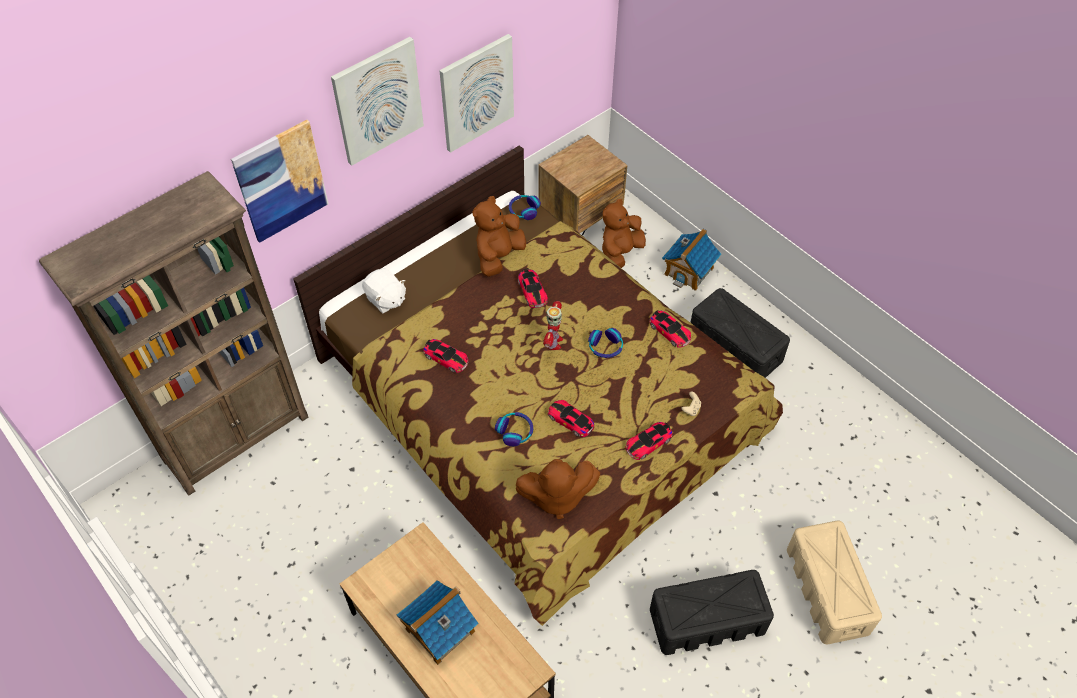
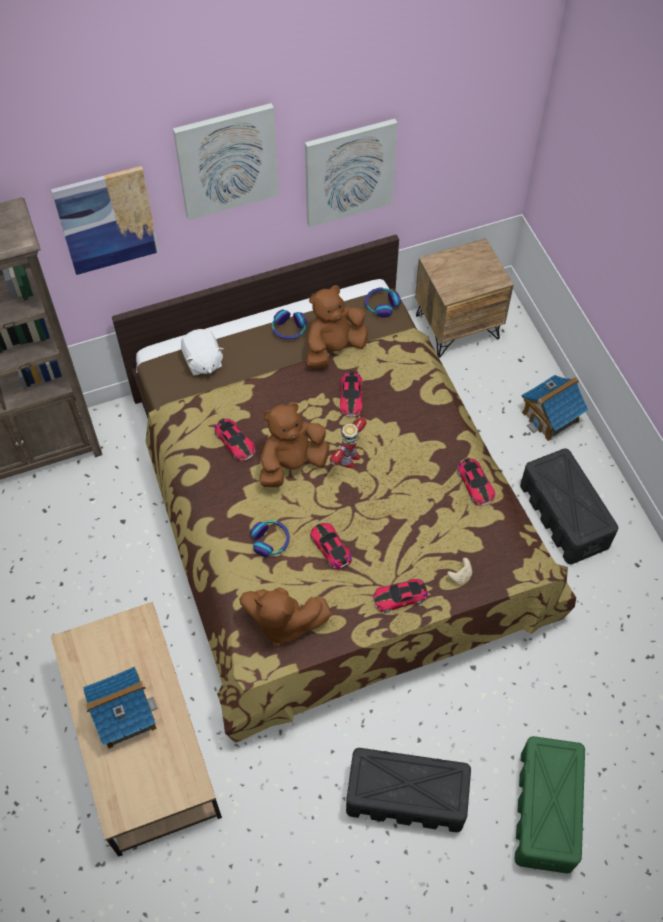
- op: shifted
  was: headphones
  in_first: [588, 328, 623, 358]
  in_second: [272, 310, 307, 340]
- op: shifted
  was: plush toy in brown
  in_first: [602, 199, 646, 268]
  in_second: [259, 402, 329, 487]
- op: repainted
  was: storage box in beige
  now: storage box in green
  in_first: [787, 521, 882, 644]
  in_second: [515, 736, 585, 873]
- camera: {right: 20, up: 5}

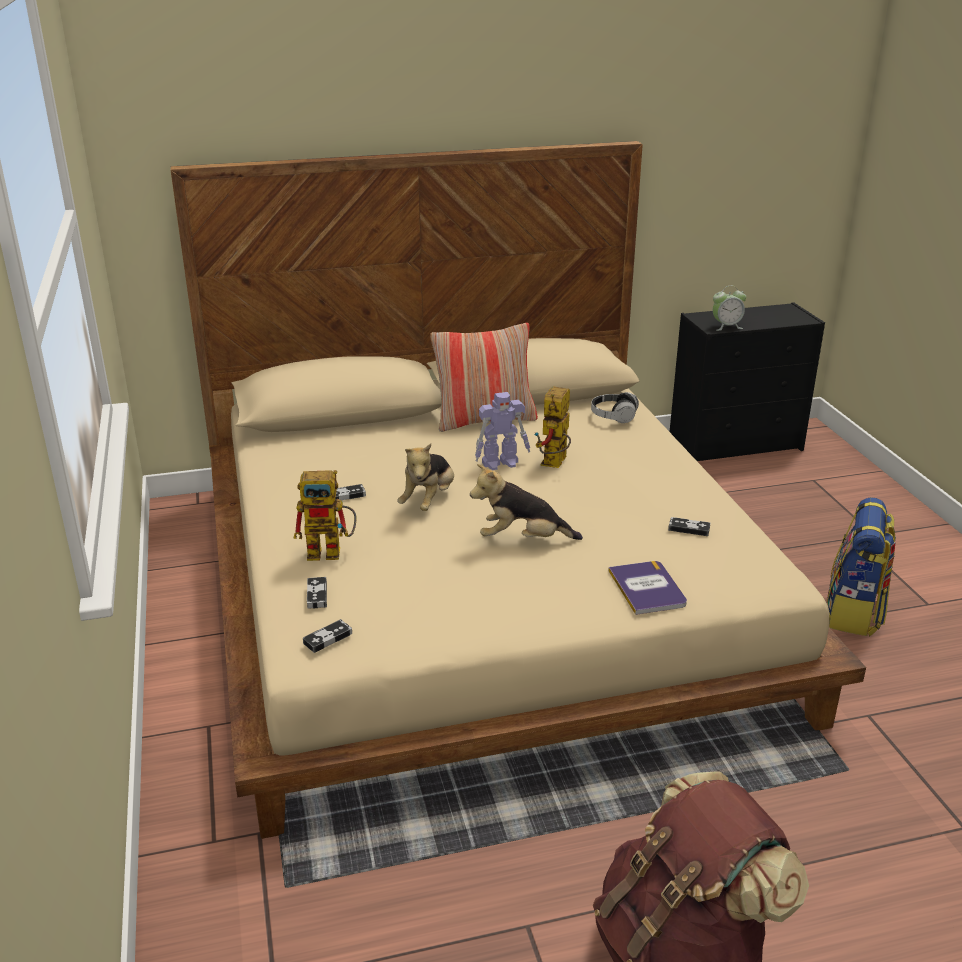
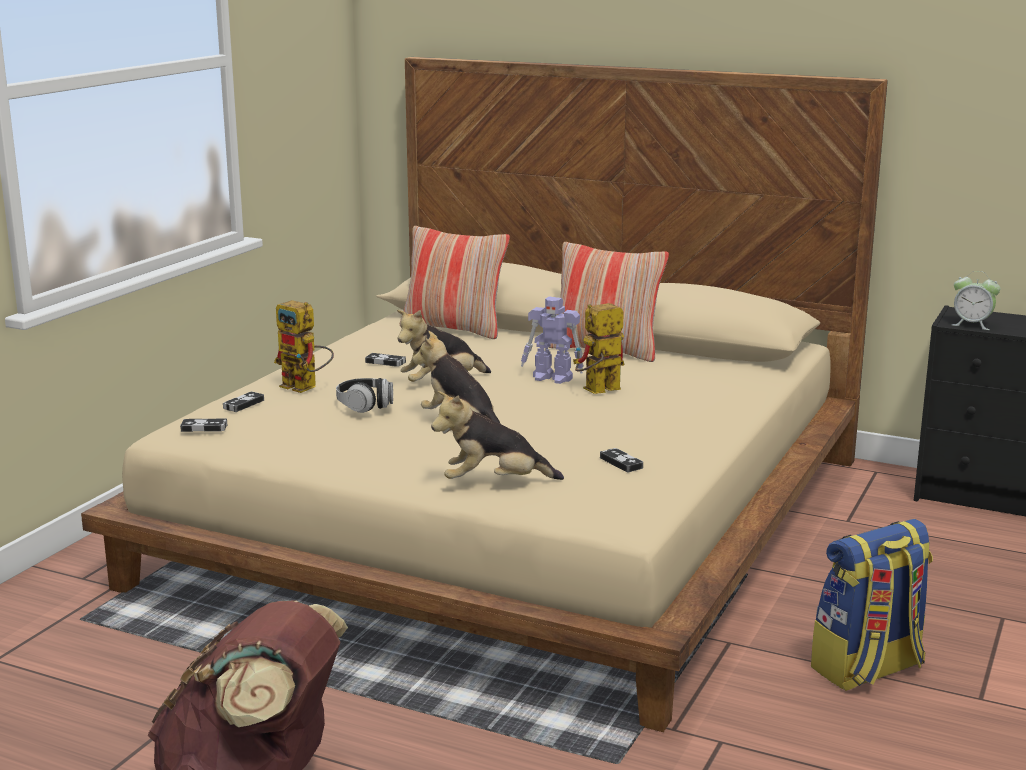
- op: new
  now: pillow
  in_second: [400, 226, 510, 339]
- op: shifted
  was: headphones
  in_first: [591, 392, 639, 423]
  in_second: [336, 378, 393, 413]
- op: swapped
  was: book
  now: plush toy
  in_first: [608, 561, 687, 615]
  in_second: [431, 391, 564, 480]
- camera: {right: 40, up: -10}

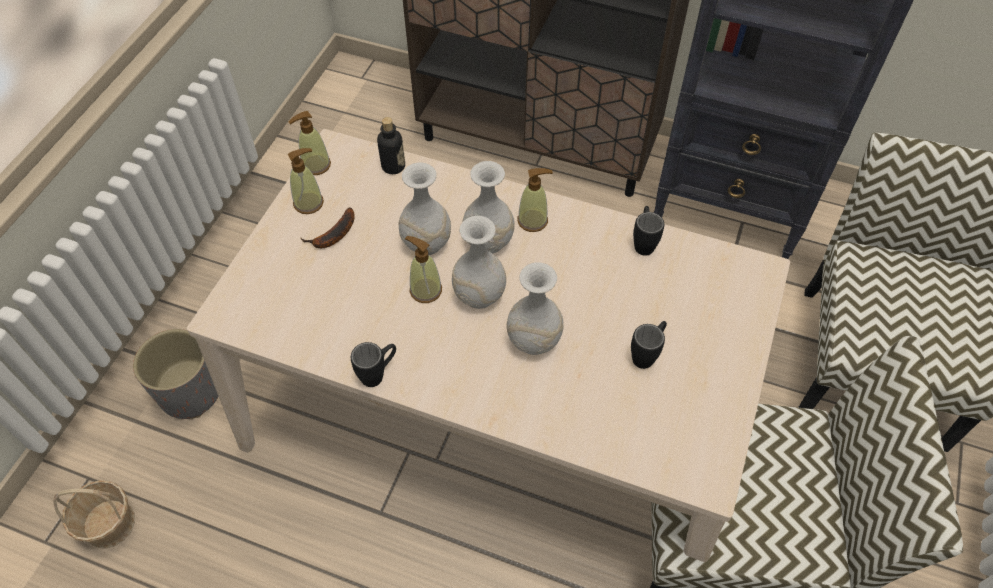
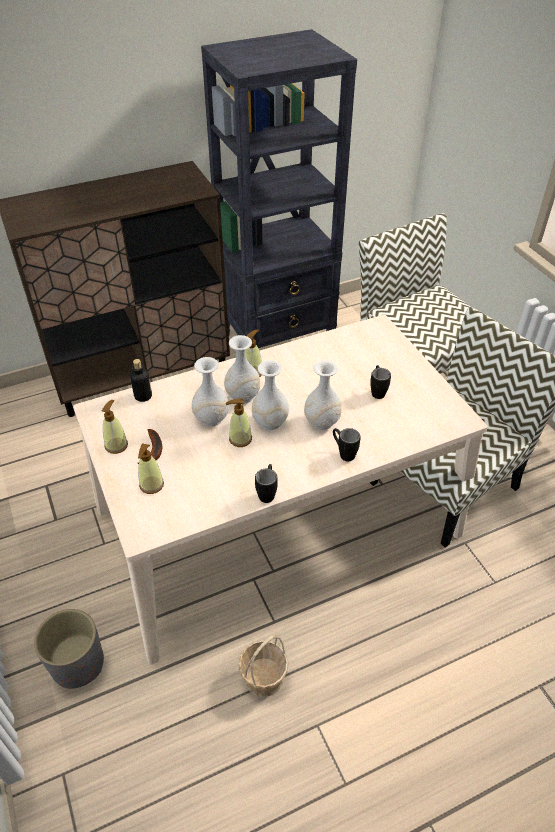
- op: shifted
  was: basket
  in_first: [53, 480, 135, 549]
  in_second: [238, 634, 289, 697]
- op: shifted
  was: soap dispenser
  in_first: [289, 111, 331, 175]
  in_second: [138, 444, 164, 494]
- op: shifted
  was: mug in black
  in_first: [633, 206, 664, 256]
  in_second: [333, 428, 360, 461]
- camera: {right: -45, up: -10}

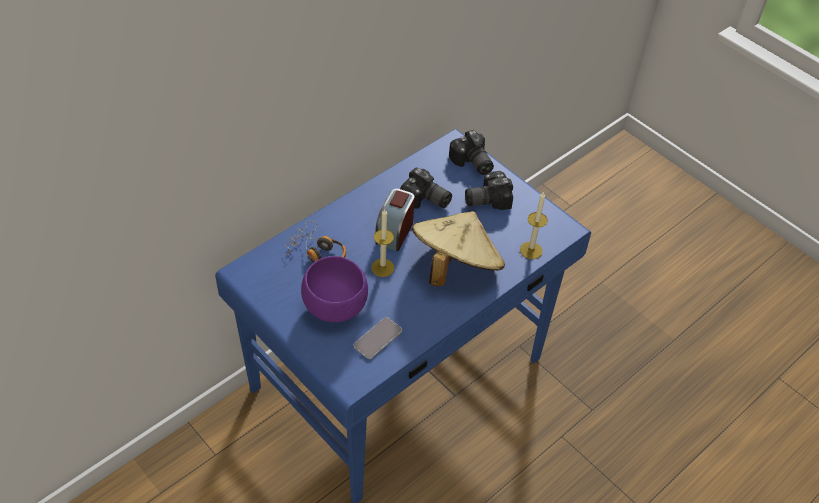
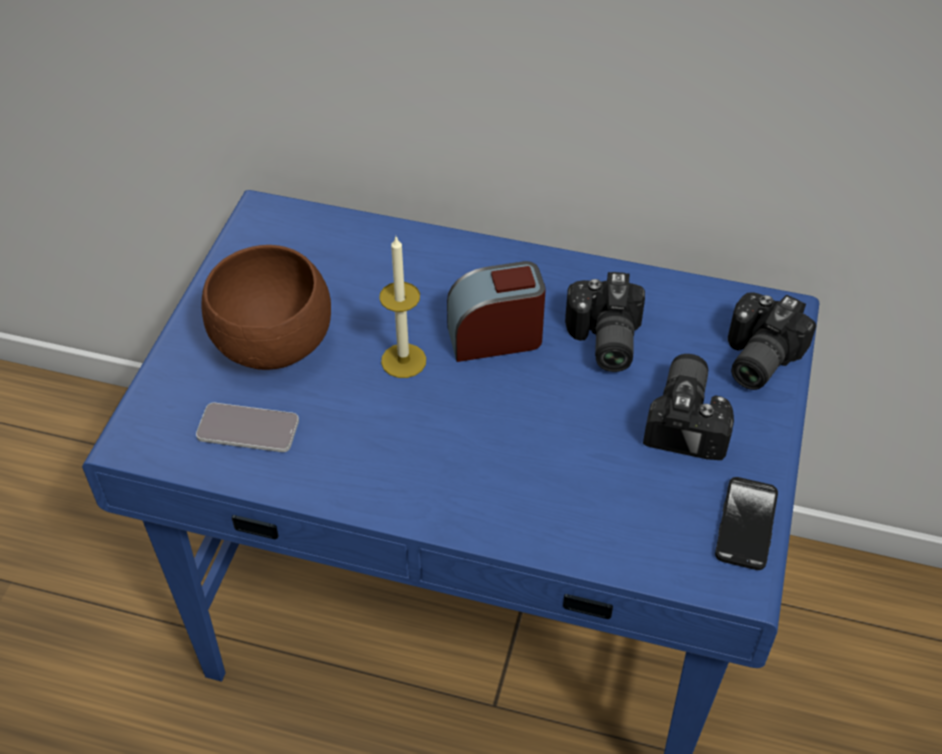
- op: gone
  was: headphones
  in_first: [285, 221, 346, 263]
- op: gone
  was: hat in beige
  in_first: [412, 211, 505, 286]
- op: gone
  was: candle
  in_first: [520, 191, 548, 259]
- op: new
  now: phone
  in_second: [715, 477, 778, 570]
- op: repainted
  was: bowl in purple
  now: bowl in brown
  in_first: [301, 256, 368, 322]
  in_second: [202, 245, 331, 370]
- op: rotated
  was: photo camera
  in_first: [465, 171, 513, 210]
  in_second: [643, 354, 734, 460]
  clockwise: 60
- camera: {right: 60, up: 0}

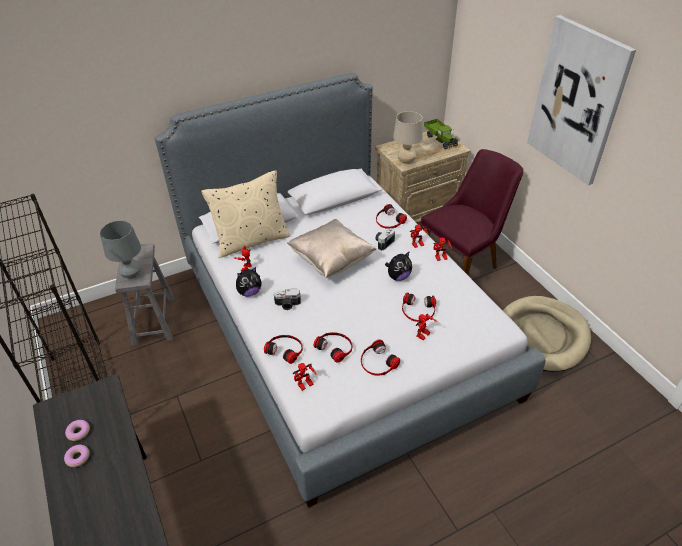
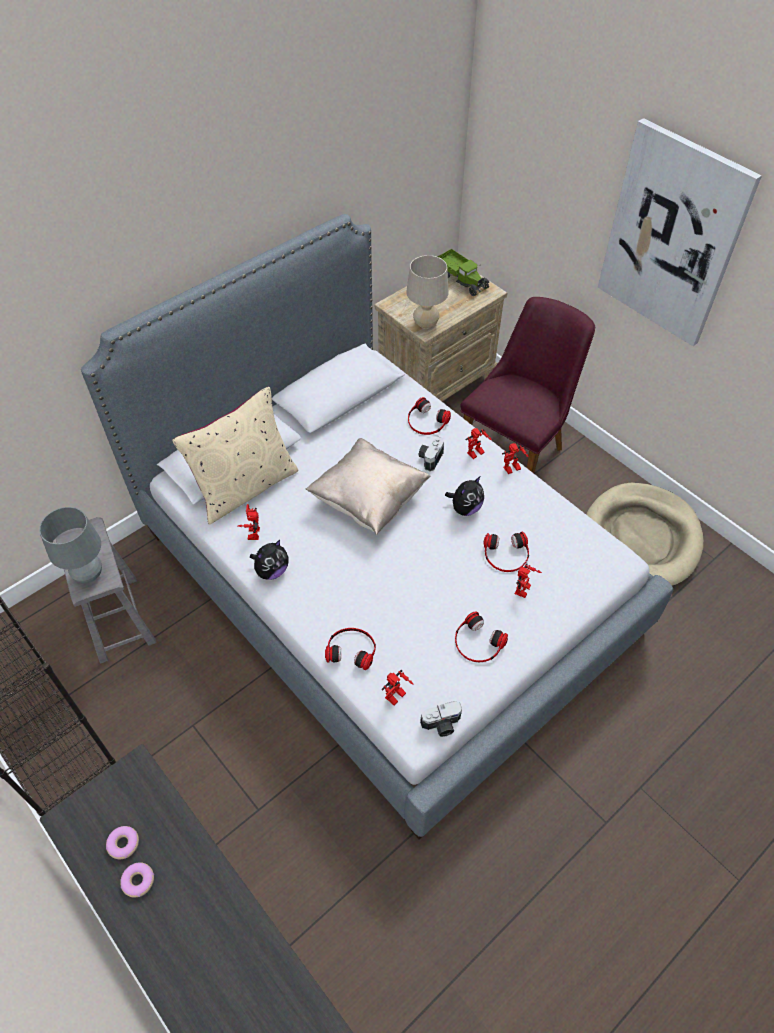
- op: gone
  was: headphones
  in_first: [314, 332, 352, 363]
- op: shifted
  was: photo camera
  in_first: [274, 289, 301, 310]
  in_second: [420, 701, 462, 737]
- camera: {right: -15, up: 10}

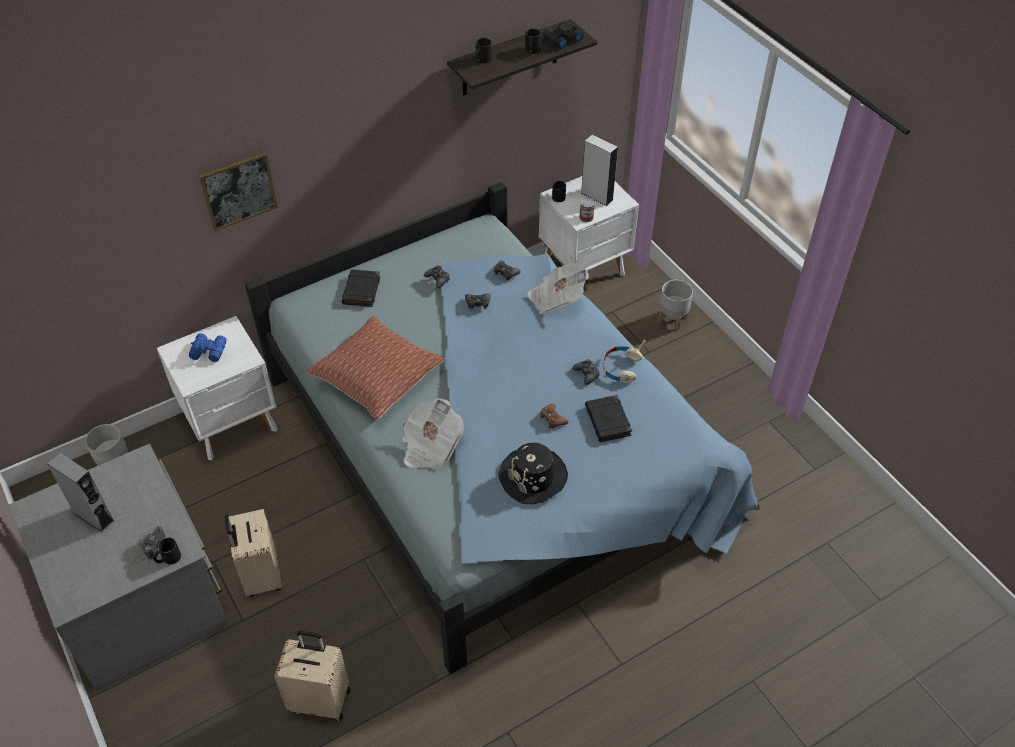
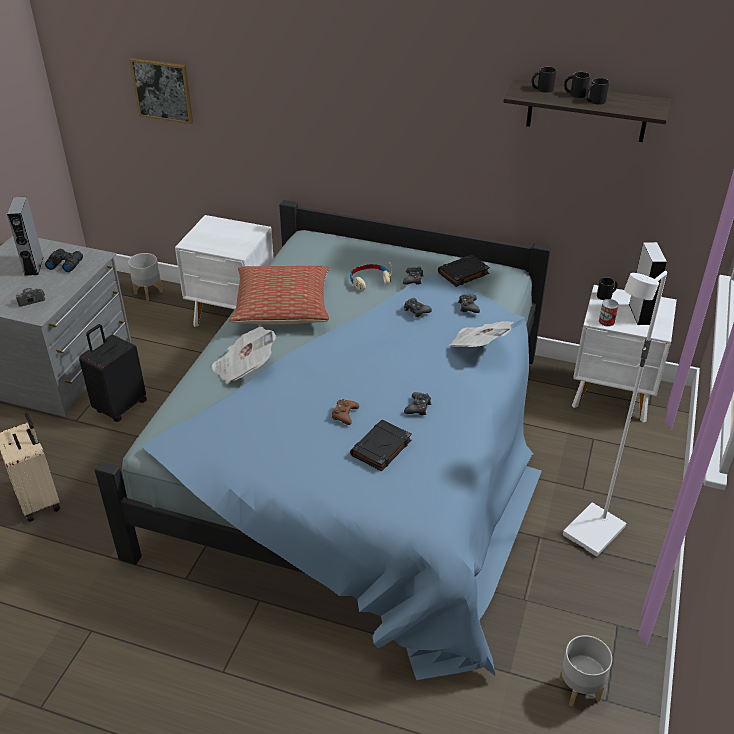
- op: gone
  was: binoculars in blue
  in_first: [189, 333, 226, 362]
- op: gone
  was: hat in black
  in_first: [498, 443, 568, 504]
- op: new
  now: floor lamp in white
  in_second: [563, 271, 667, 557]
- op: shifted
  was: mug in black
  in_first: [153, 537, 181, 565]
  in_second: [564, 72, 590, 98]
- op: shifted
  was: picture
  in_first: [199, 152, 278, 231]
  in_second: [130, 58, 193, 124]
- op: shifted
  was: book in black
  in_first: [342, 270, 380, 307]
  in_second: [438, 255, 490, 287]
- op: shifted
  was: binoculars in black
  in_first: [543, 20, 583, 49]
  in_second: [45, 249, 83, 272]
- op: shifted
  was: headphones in beige
  in_first: [603, 340, 646, 383]
  in_second: [350, 262, 393, 290]
- op: shifted
  was: planter in grey
  in_first: [658, 280, 693, 330]
  in_second: [559, 635, 612, 706]
- op: repainted
  was: suitcase in beige
  now: suitcase in black
  in_first: [225, 509, 282, 597]
  in_second: [79, 324, 147, 422]
- camera: {right: 50, up: -10}

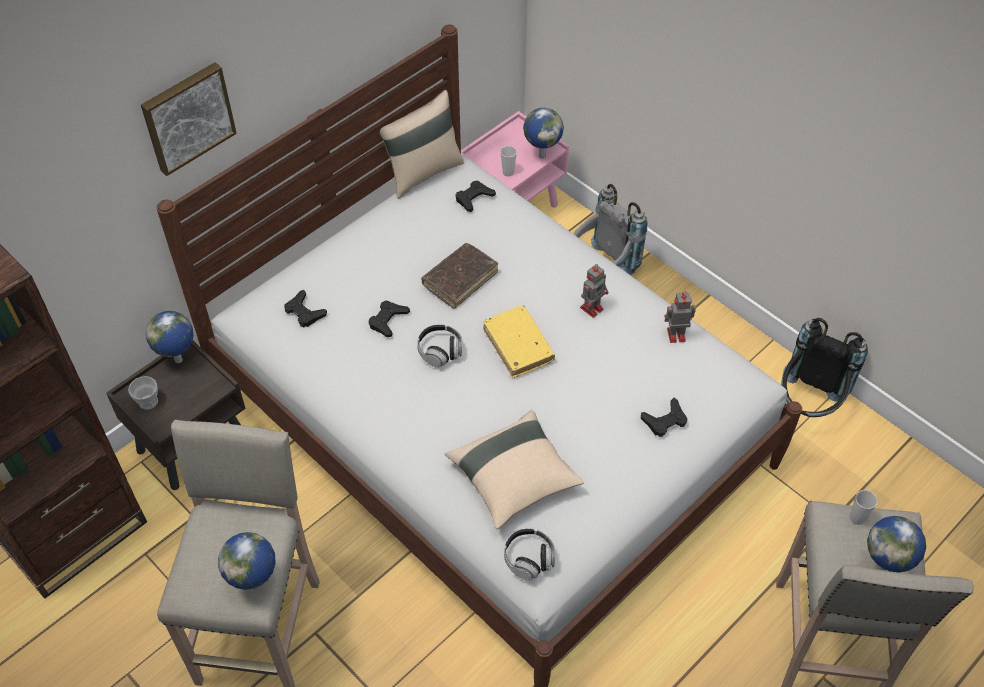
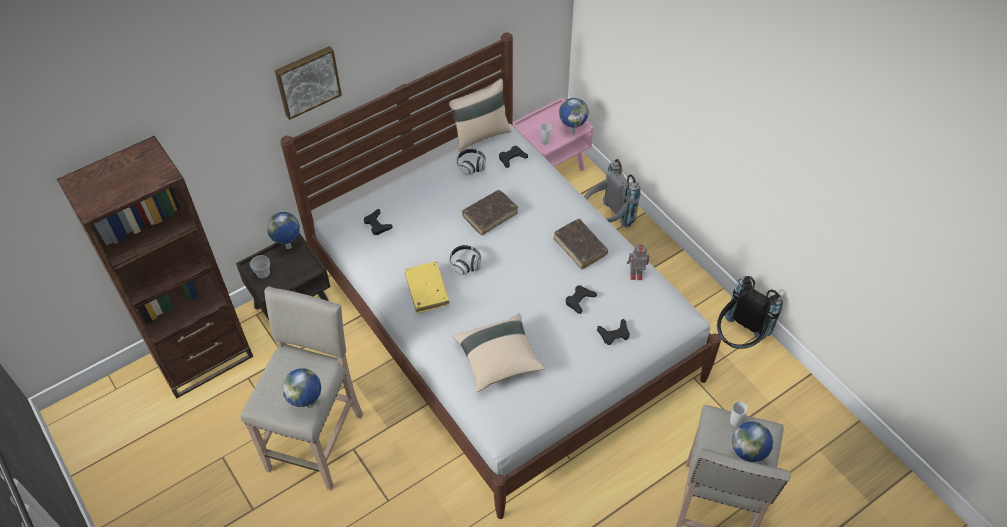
- op: shifted
  was: game controller in black
  in_first: [369, 301, 410, 337]
  in_second: [566, 285, 597, 314]
- op: shifted
  was: book in yellow
  in_first: [483, 306, 555, 378]
  in_second: [405, 262, 449, 313]
- op: shifted
  was: headphones
  in_first: [504, 528, 555, 581]
  in_second: [457, 149, 486, 175]
- op: swapped
  was: toy robot
  now: book in brown
  in_first: [580, 264, 609, 318]
  in_second: [553, 219, 608, 269]
- camera: {right: 10, up: 0}

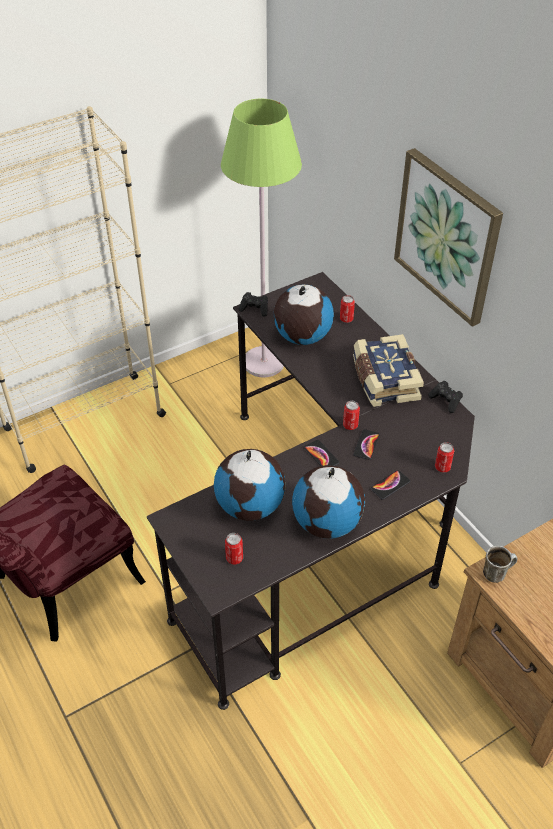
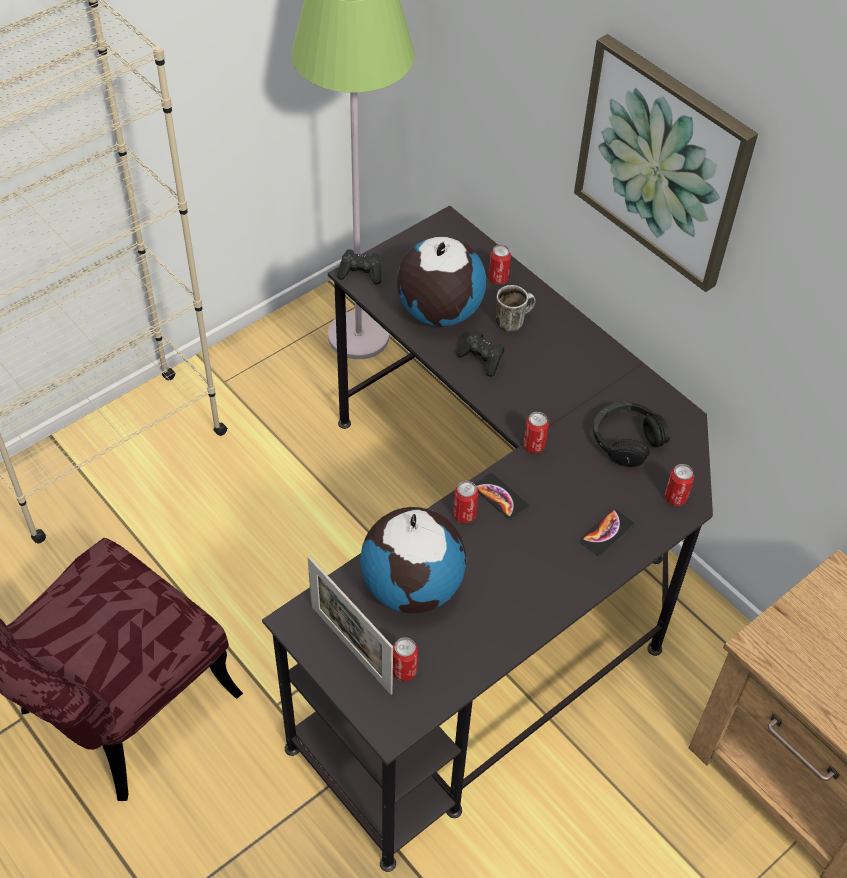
- op: gone
  was: globe
  in_first: [292, 465, 365, 538]
- op: gone
  was: book
  in_first: [353, 334, 424, 407]
- op: gone
  was: phone
  in_first: [353, 429, 380, 460]
- op: new
  now: picture frame
  in_second: [308, 556, 393, 695]
- op: new
  now: can
  in_second: [453, 481, 478, 523]
- op: new
  now: headphones in black
  in_second: [593, 402, 670, 467]
- op: shifted
  was: game controller in black
  in_first: [428, 381, 463, 413]
  in_second: [456, 331, 504, 377]
- op: shifted
  was: mug
  in_first: [483, 546, 517, 583]
  in_second: [496, 285, 536, 332]
- camera: {right: -10, up: 5}

